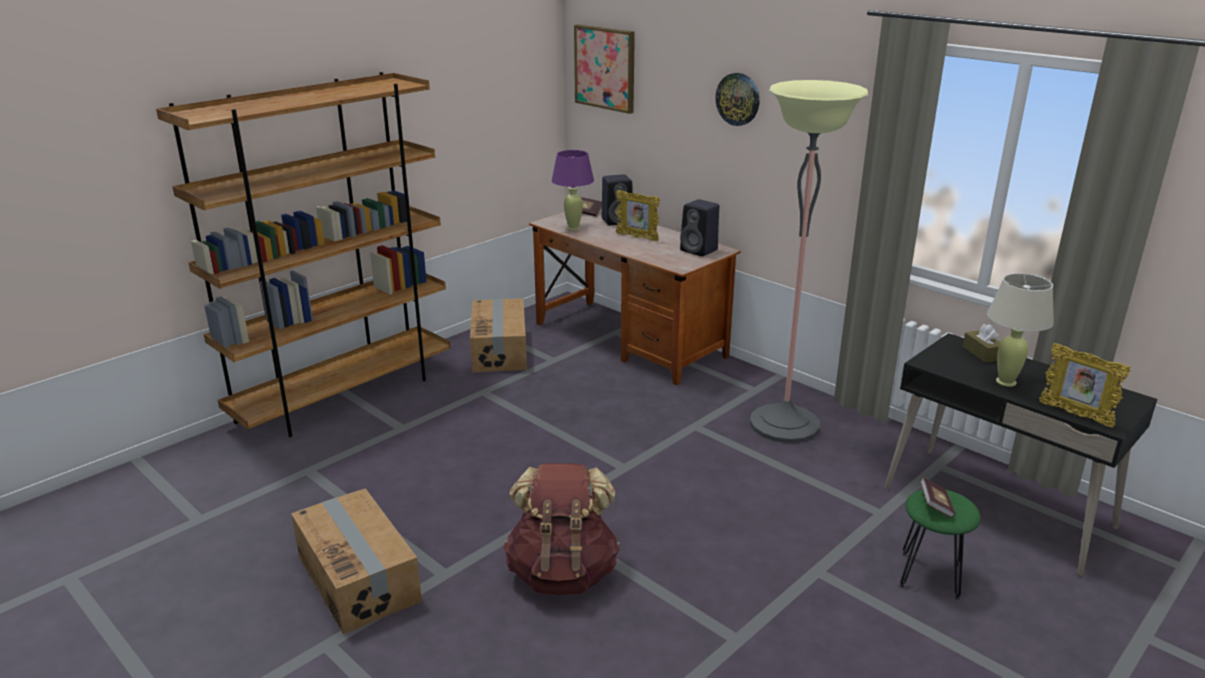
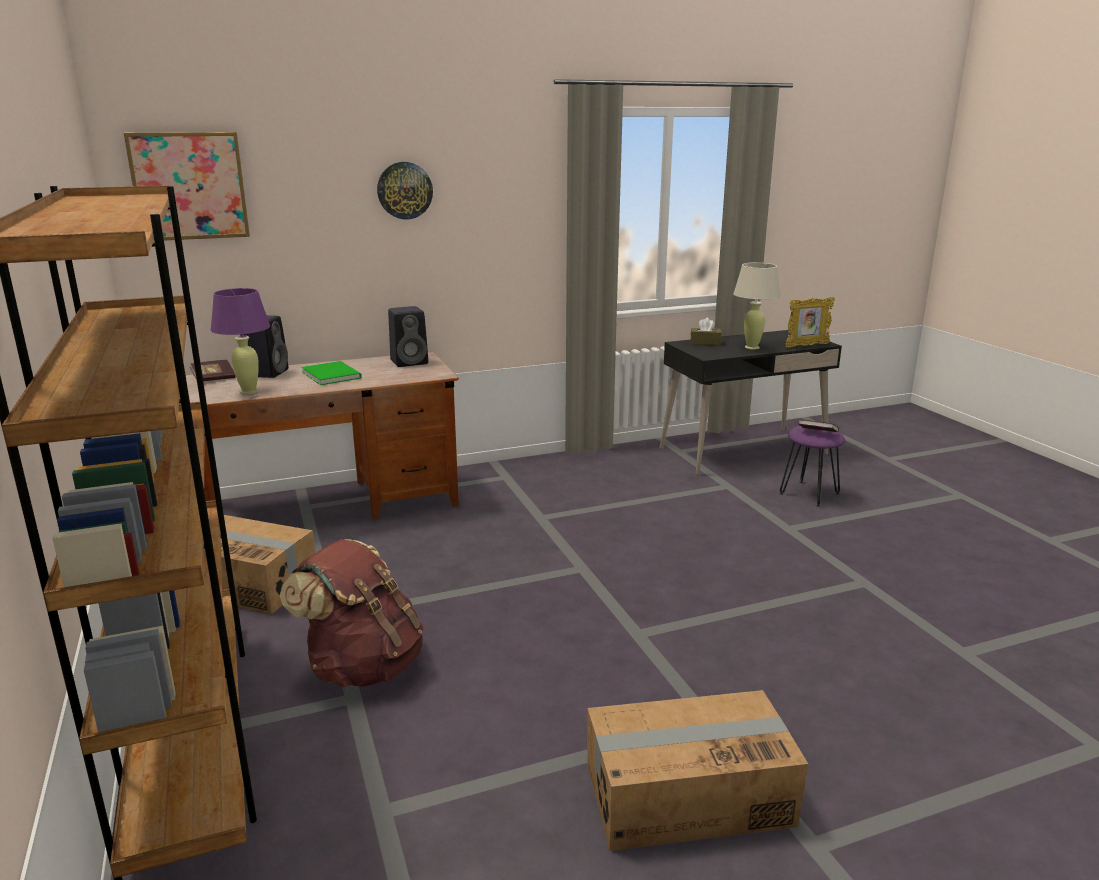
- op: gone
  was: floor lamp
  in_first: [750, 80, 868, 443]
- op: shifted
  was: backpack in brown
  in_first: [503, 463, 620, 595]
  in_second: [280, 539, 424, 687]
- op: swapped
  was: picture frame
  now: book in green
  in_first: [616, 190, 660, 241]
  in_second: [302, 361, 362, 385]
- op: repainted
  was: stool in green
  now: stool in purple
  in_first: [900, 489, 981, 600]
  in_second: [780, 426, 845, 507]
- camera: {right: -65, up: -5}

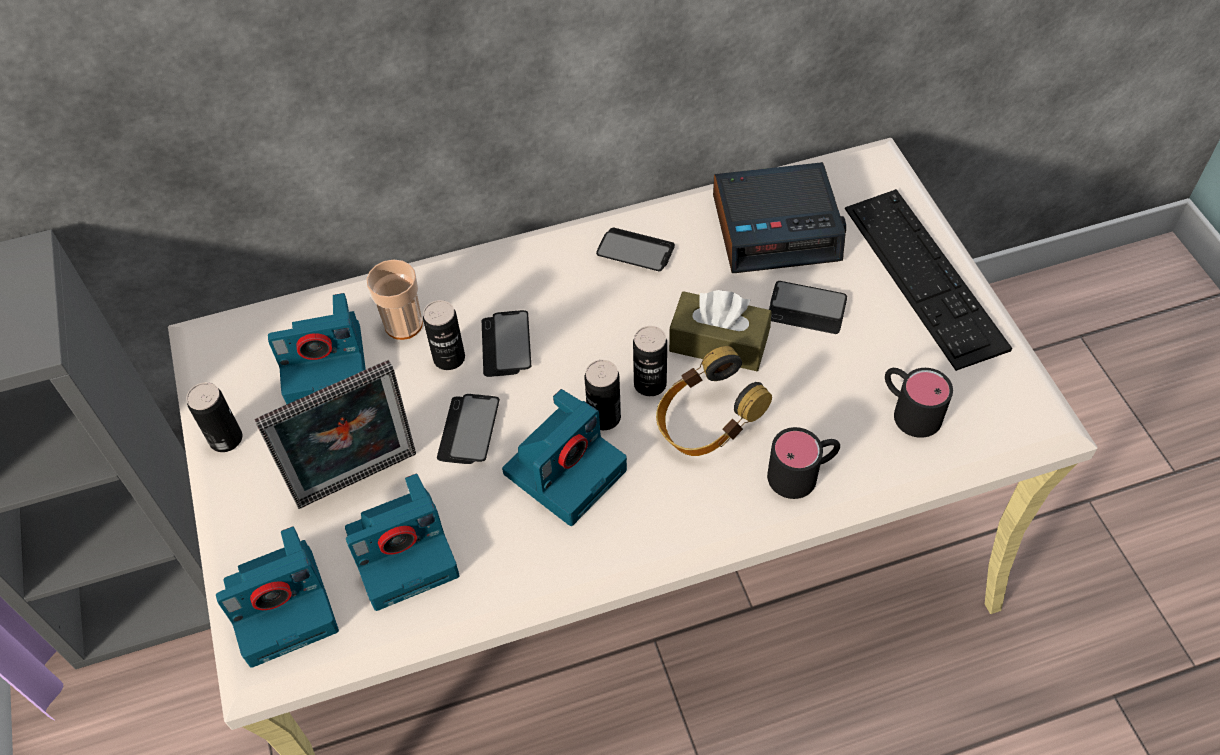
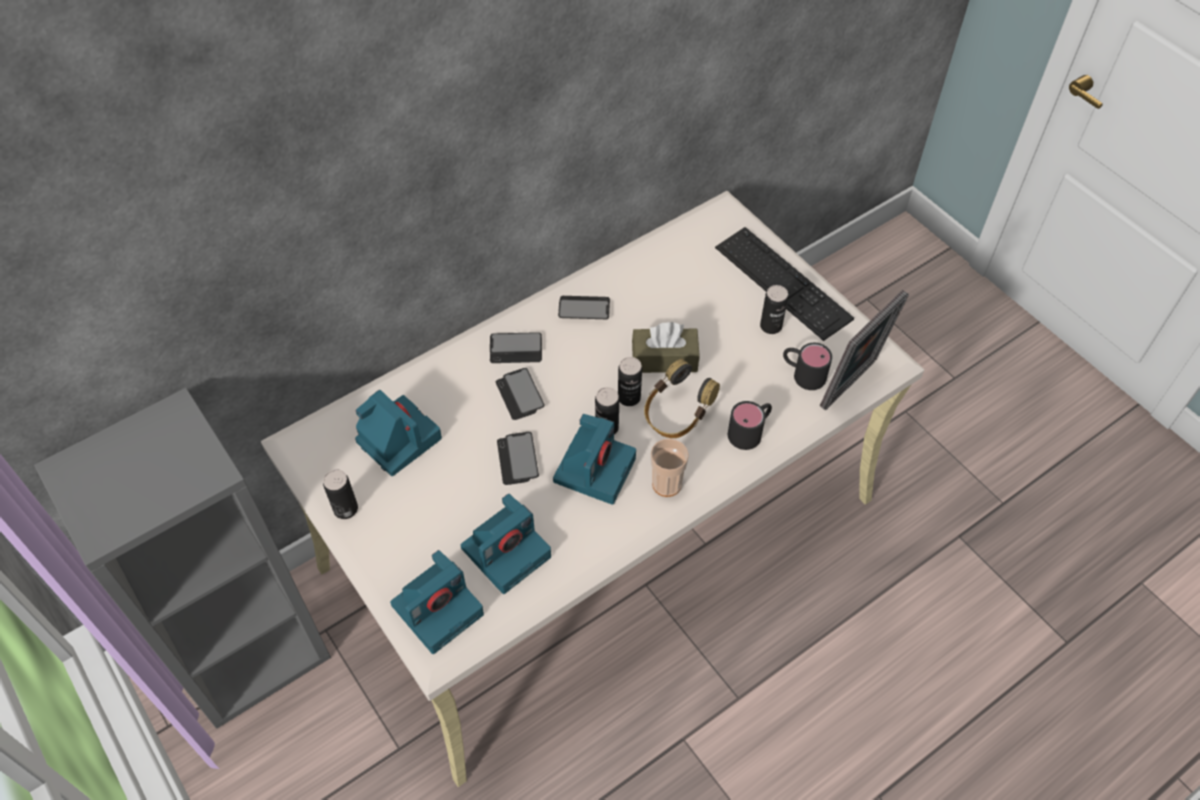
- op: gone
  was: alarm clock
  in_first: [713, 162, 846, 273]
- op: shifted
  was: picture frame
  in_first: [254, 360, 416, 509]
  in_second: [820, 290, 909, 410]
- op: shifted
  was: cup
  in_first: [366, 259, 423, 340]
  in_second: [650, 438, 689, 497]
- op: shifted
  was: can
  in_first: [423, 300, 465, 370]
  in_second: [760, 285, 788, 334]
- op: shifted
  was: phone
  in_first: [769, 281, 847, 334]
  in_second: [490, 332, 542, 363]
- op: rotated
  was: photo camera
  in_first: [268, 293, 366, 404]
  in_second: [355, 390, 442, 476]
  clockwise: -105
- camera: {right: -20, up: 0}

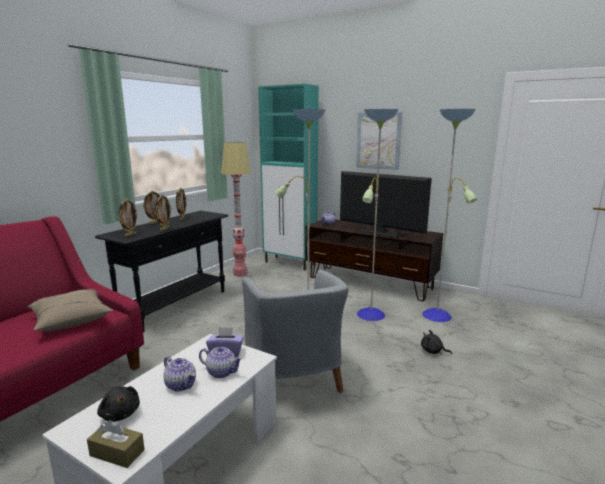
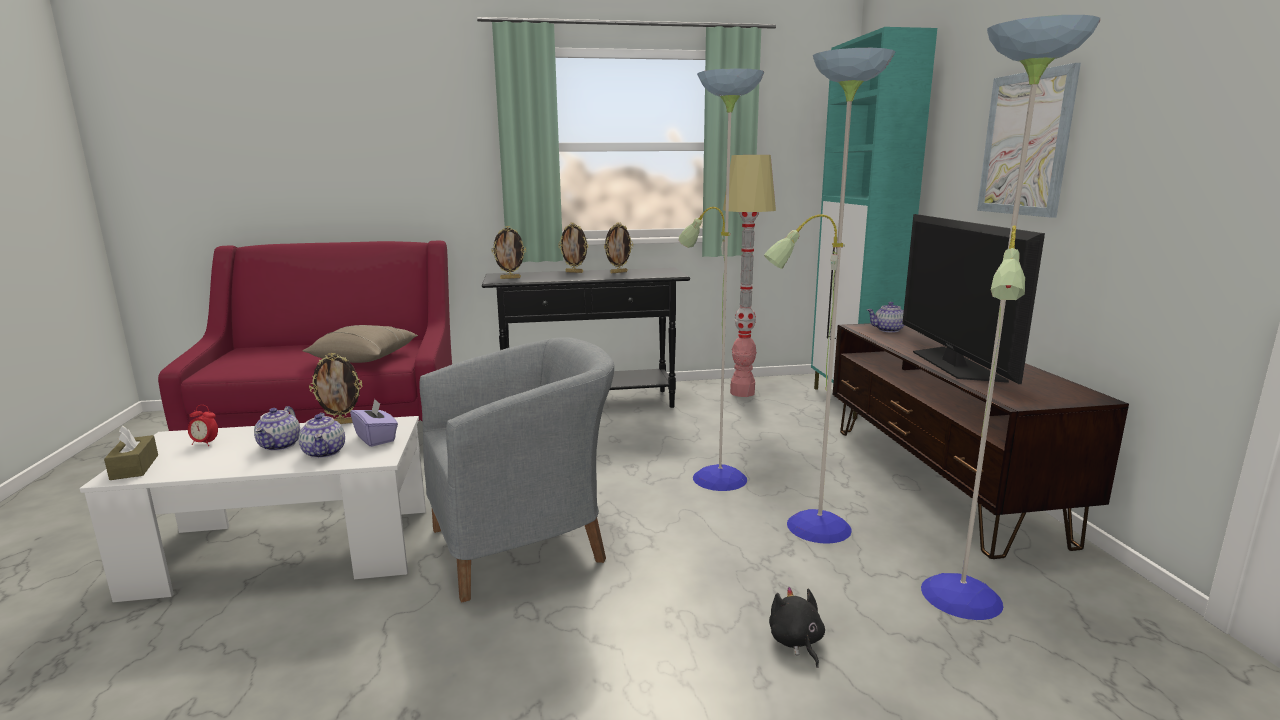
- op: shifted
  was: picture frame
  in_first: [155, 195, 172, 231]
  in_second: [309, 353, 363, 424]
- op: swapped
  was: plush toy in black
  now: alarm clock
  in_first: [97, 386, 140, 422]
  in_second: [188, 405, 218, 446]
- op: rotated
  was: armchair in grey
  in_first: [242, 270, 349, 393]
  in_second: [419, 337, 614, 603]
  clockwise: -150
- camera: {right: 50, up: 0}

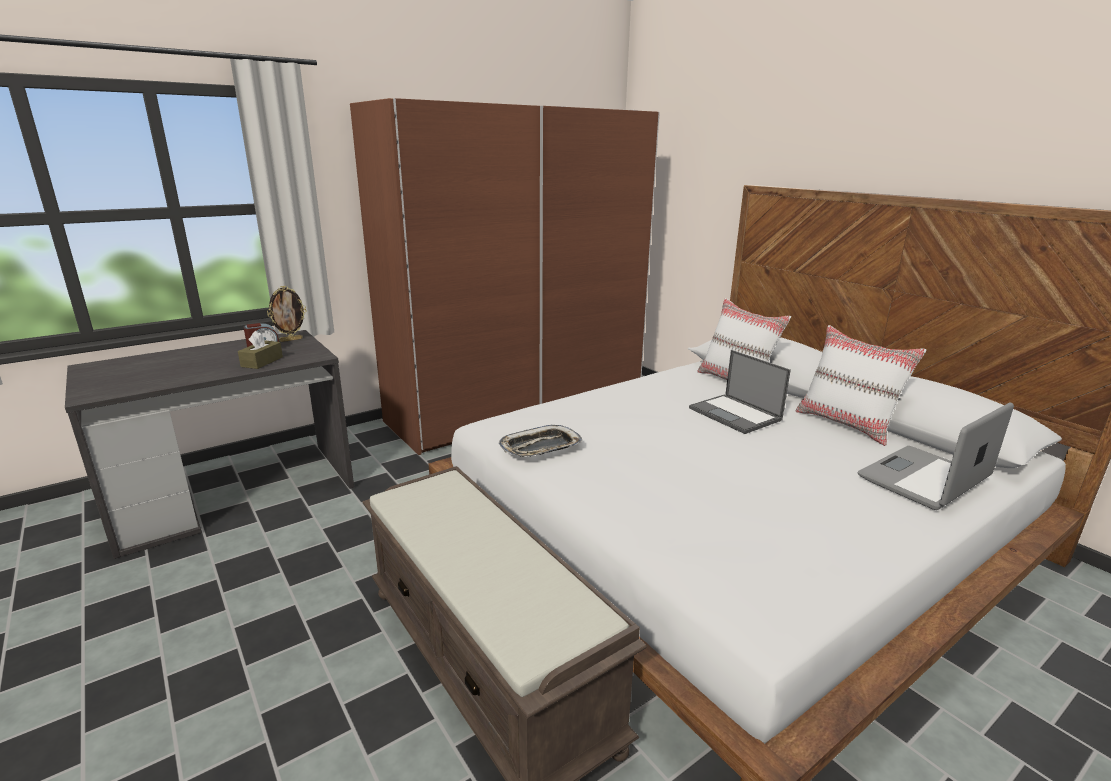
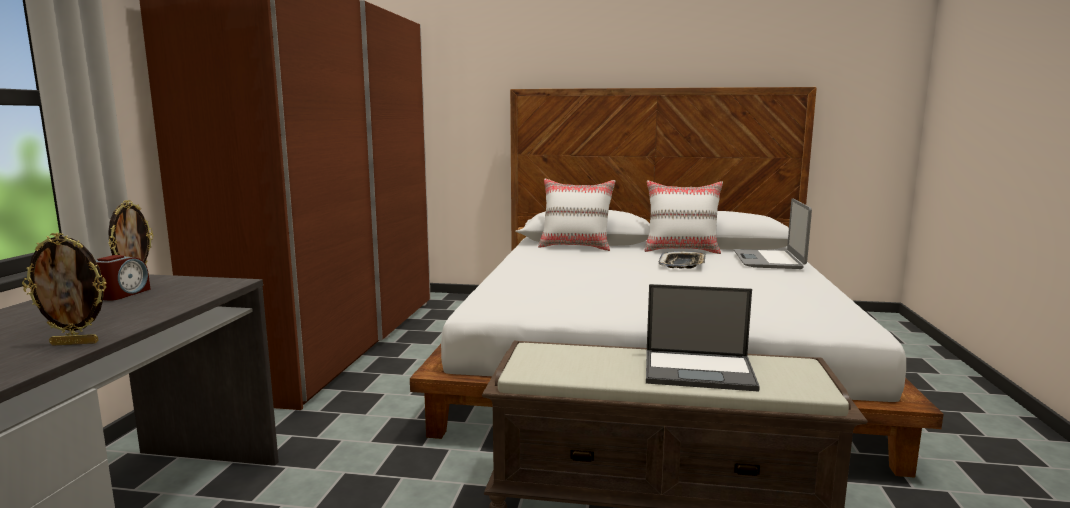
- op: gone
  was: tissue box in brown
  in_first: [238, 331, 283, 369]
- op: new
  now: picture frame
  in_second: [22, 233, 107, 346]
- op: shifted
  was: tray
  in_first: [499, 425, 582, 457]
  in_second: [659, 251, 706, 269]
- op: shifted
  was: laptop
  in_first: [689, 350, 791, 434]
  in_second: [646, 284, 760, 392]
- camera: {right: -45, up: -10}

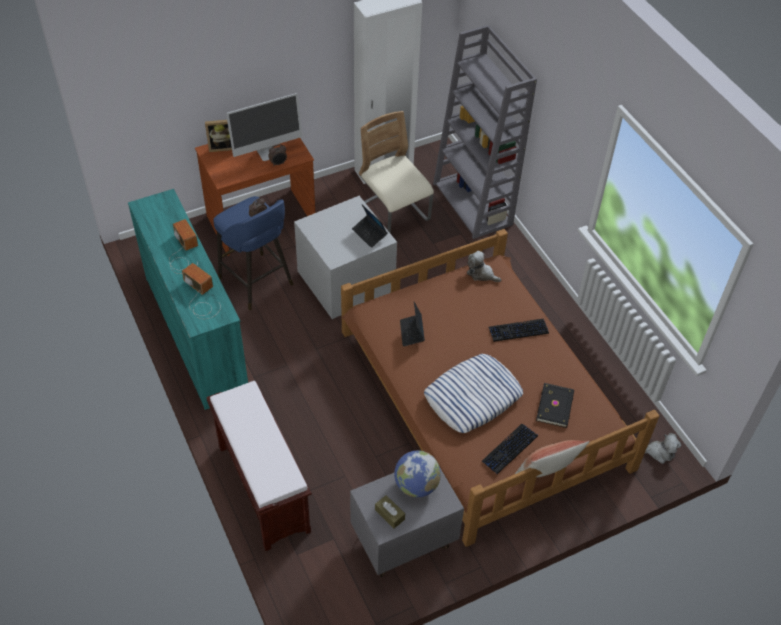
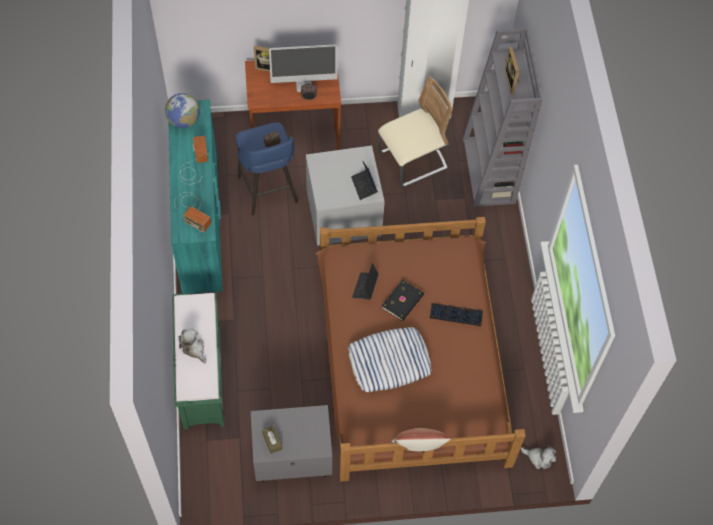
- op: gone
  was: keyboard
  in_first: [481, 424, 538, 475]
- op: new
  now: picture frame
  in_second: [504, 47, 519, 95]
- op: shifted
  was: globe
  in_first: [394, 450, 441, 497]
  in_second: [165, 93, 200, 128]
- op: shifted
  was: plush toy
  in_first: [467, 251, 501, 282]
  in_second: [179, 328, 206, 363]
- op: shifted
  was: book in black
  in_first: [536, 383, 574, 428]
  in_second: [382, 280, 424, 321]
- op: repainted
  was: bench in brown
  now: bench in green
  in_first: [206, 381, 312, 551]
  in_second: [172, 293, 225, 429]
- op: rotated
  was: radio
  in_first: [182, 263, 221, 319]
  in_second: [174, 192, 211, 233]
  clockwise: 150
- op: rotated
  was: chair in beige
  in_first: [359, 111, 434, 234]
  in_second: [378, 76, 453, 187]
  clockwise: 75
- camera: {right: 20, up: 10}

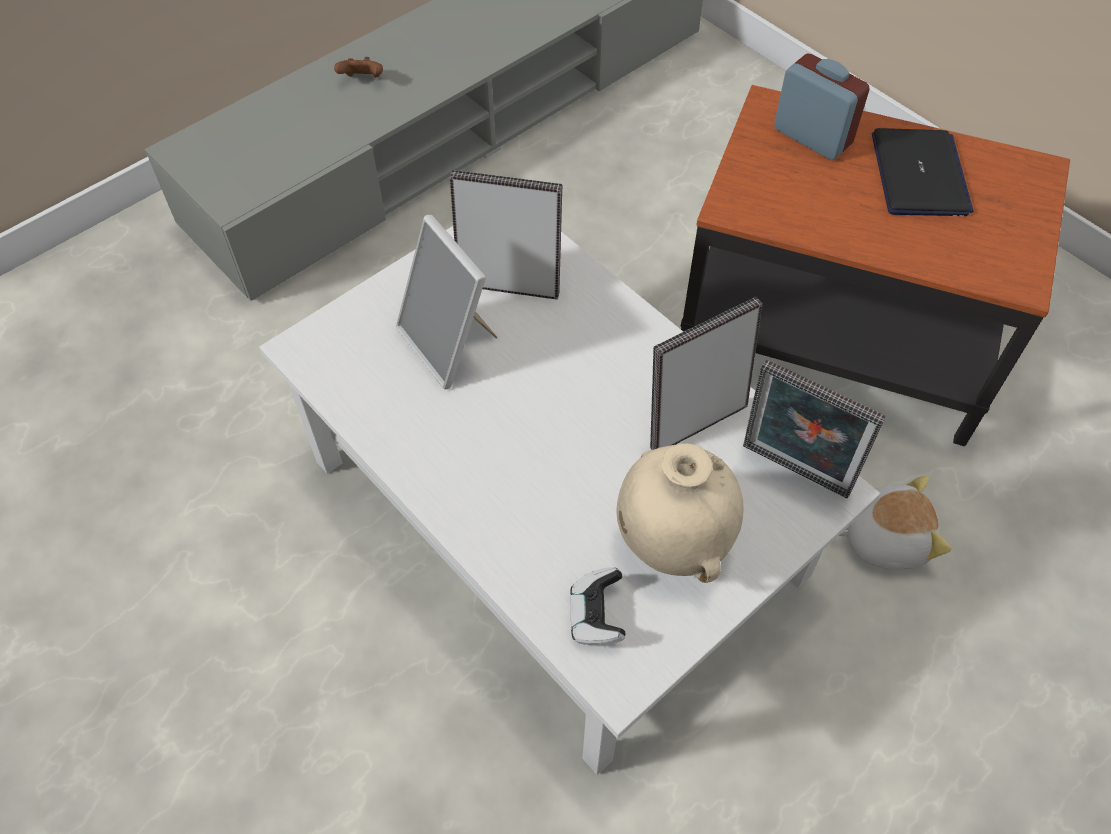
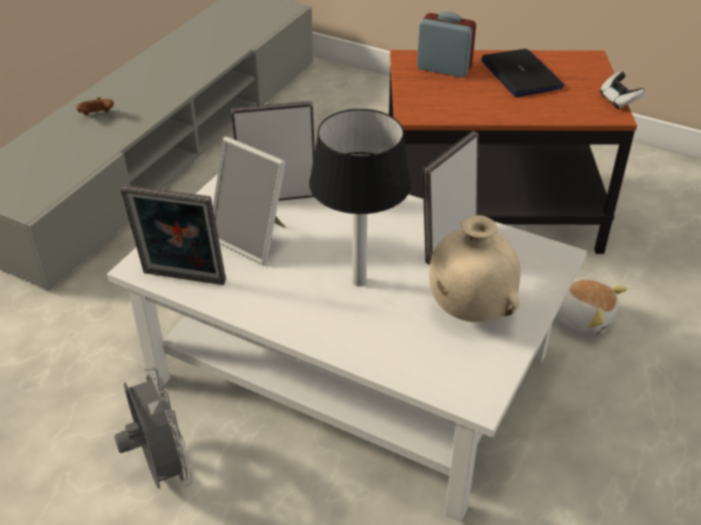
- op: new
  now: fan in grey
  in_second: [114, 368, 193, 489]
- op: new
  now: table lamp
  in_second: [309, 109, 411, 286]
- op: shifted
  was: game controller
  in_first: [570, 567, 626, 645]
  in_second: [600, 71, 646, 109]
- op: shifted
  was: picture frame
  in_first: [743, 360, 886, 498]
  in_second: [121, 185, 226, 285]
- op: rotated
  was: plush toy
  in_first: [839, 476, 952, 570]
  in_second: [554, 279, 627, 337]
  clockwise: 60
- camera: {right: -20, up: -15}

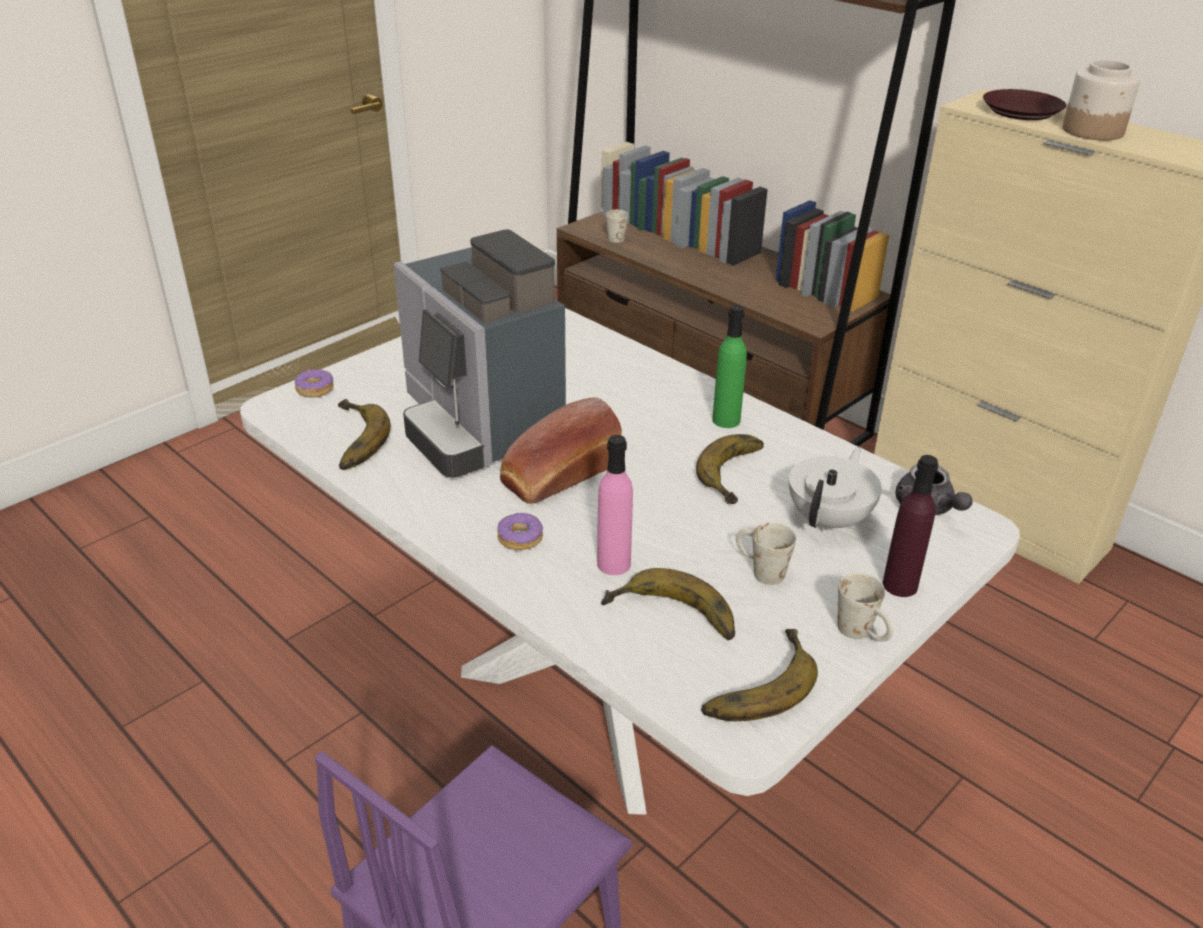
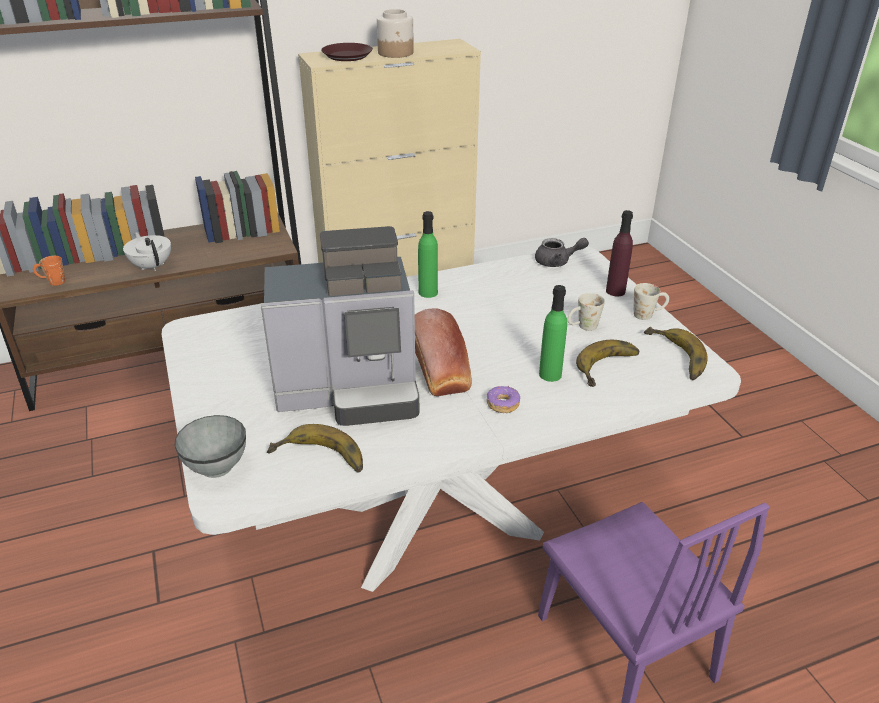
- op: gone
  was: banana
  in_first: [696, 434, 764, 504]
- op: shifted
  was: teapot in white
  in_first: [789, 447, 882, 532]
  in_second: [123, 232, 171, 271]
- op: swapped
  was: donut
  now: bowl in grey
  in_first: [294, 369, 334, 397]
  in_second: [175, 415, 246, 478]
- op: repainted
  was: bottle in pink
  now: bottle in green
  in_first: [597, 435, 633, 575]
  in_second: [539, 285, 567, 382]
- op: repainted
  was: mug in white
  now: mug in orange
  in_first: [606, 210, 628, 243]
  in_second: [33, 256, 65, 286]
- camera: {right: -65, up: 0}

